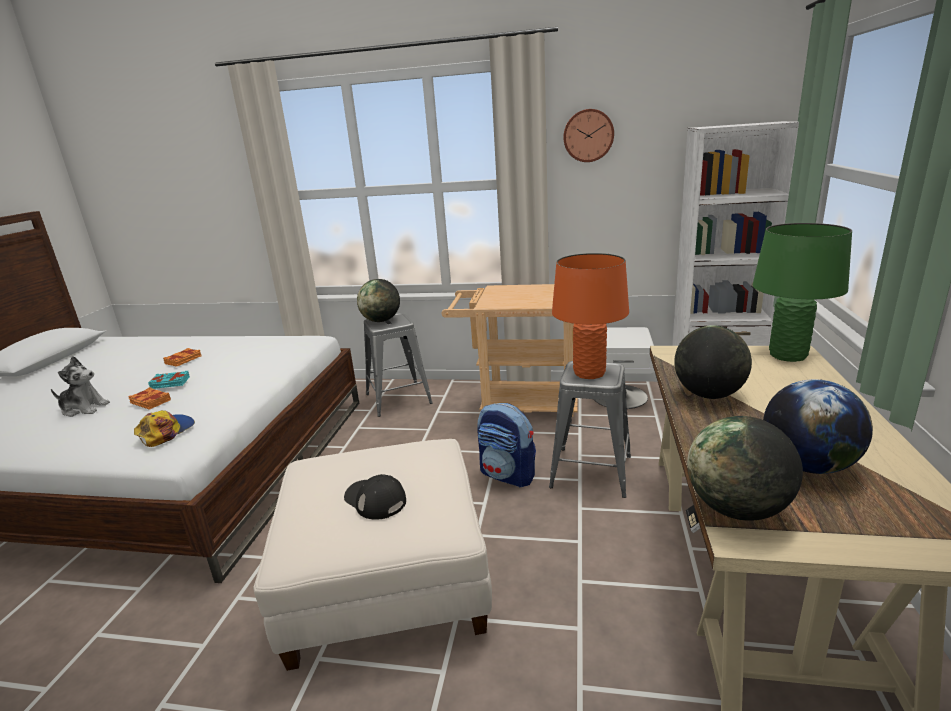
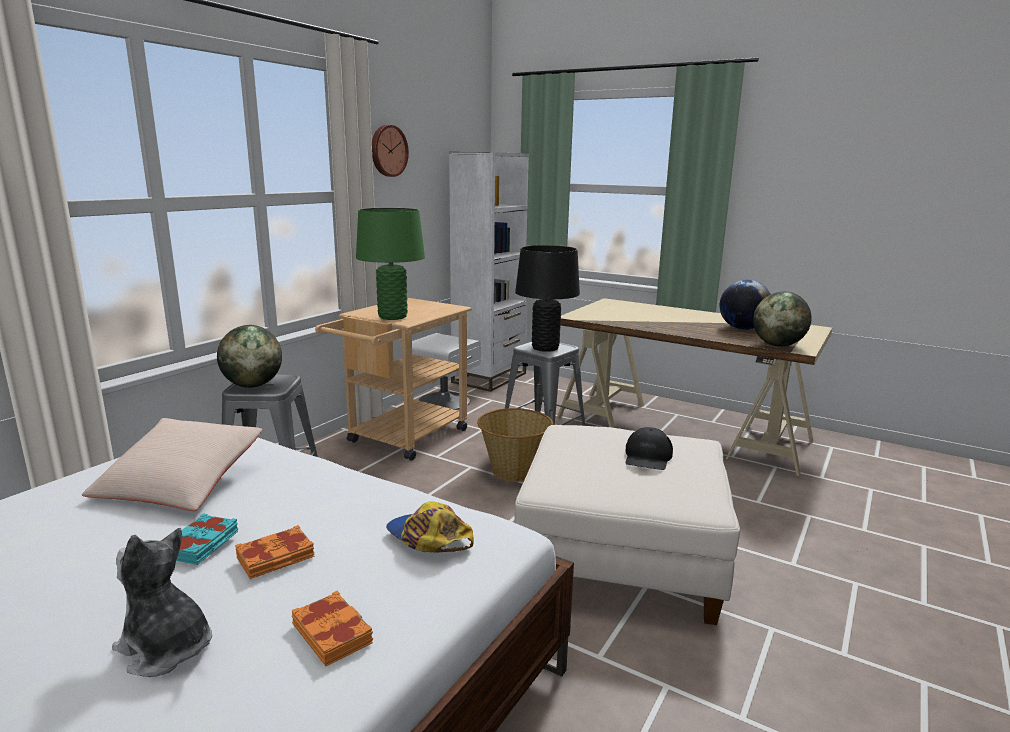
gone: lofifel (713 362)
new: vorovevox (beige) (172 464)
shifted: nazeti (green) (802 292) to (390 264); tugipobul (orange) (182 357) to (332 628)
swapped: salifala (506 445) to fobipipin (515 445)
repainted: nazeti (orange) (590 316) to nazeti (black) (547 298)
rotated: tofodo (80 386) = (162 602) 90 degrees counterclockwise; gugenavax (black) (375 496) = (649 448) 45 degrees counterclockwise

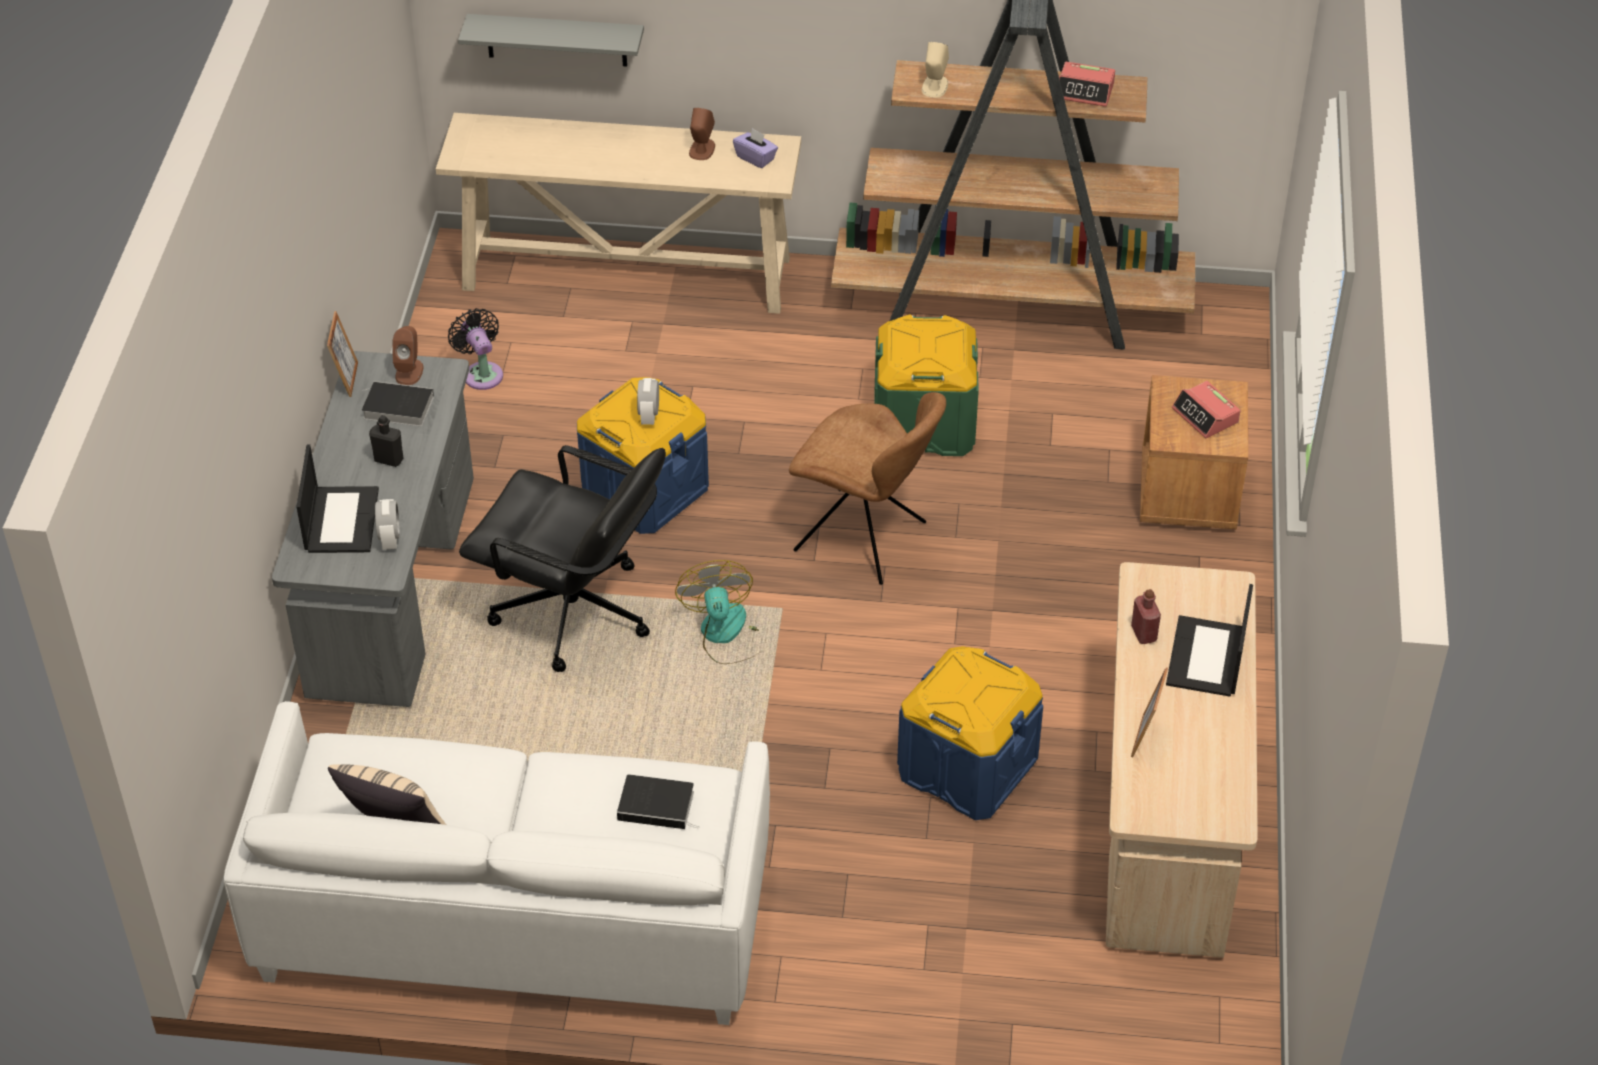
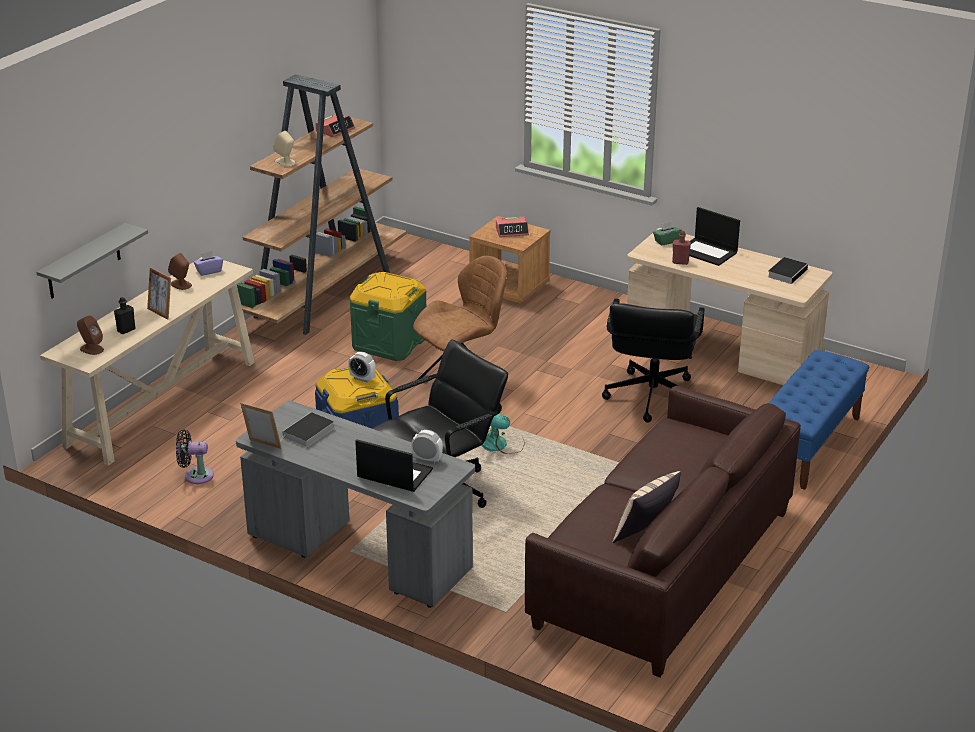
new: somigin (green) (667 233); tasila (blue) (819 420)
shifted: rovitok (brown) (407 355) to (90 335); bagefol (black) (386 441) to (124 315); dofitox (1149 712) to (159 294); tugipobul (658 801) to (788 270)
swapped: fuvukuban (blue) (970 733) to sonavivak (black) (653 360)
repainted: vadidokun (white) (497 863) to vadidokun (brown) (663 532)

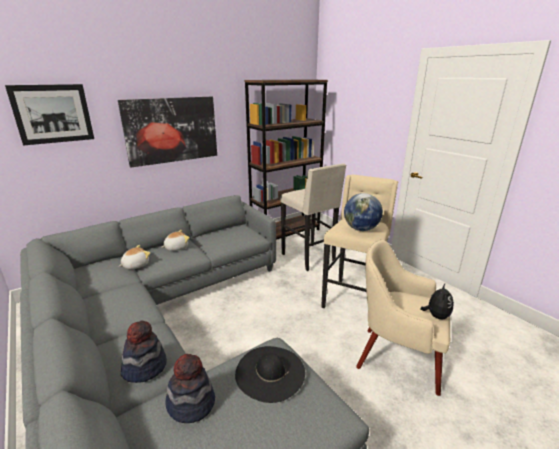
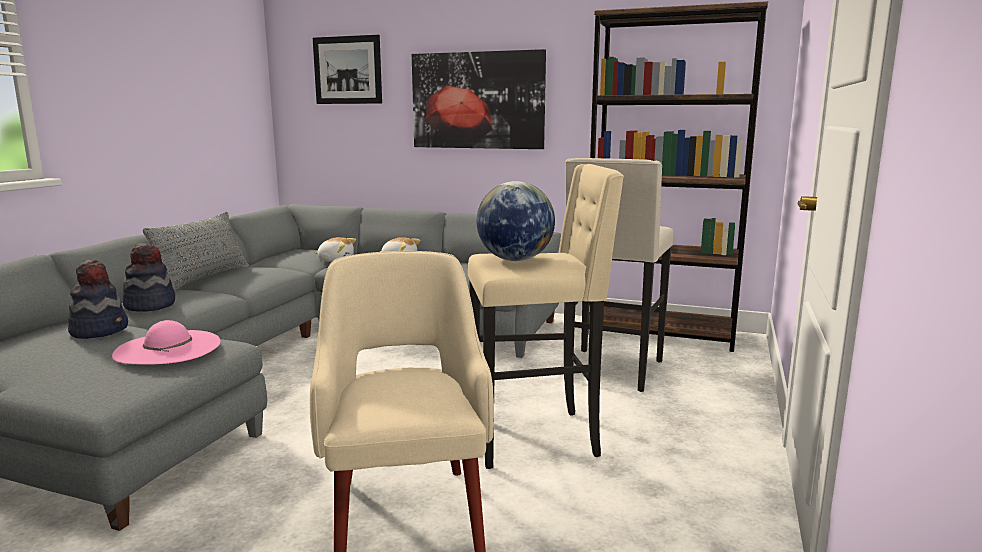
gone: tofodo (437 302)
new: vorovevox (grey) (196 251)
repainted: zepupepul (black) (270 374) to zepupepul (pink) (166 342)

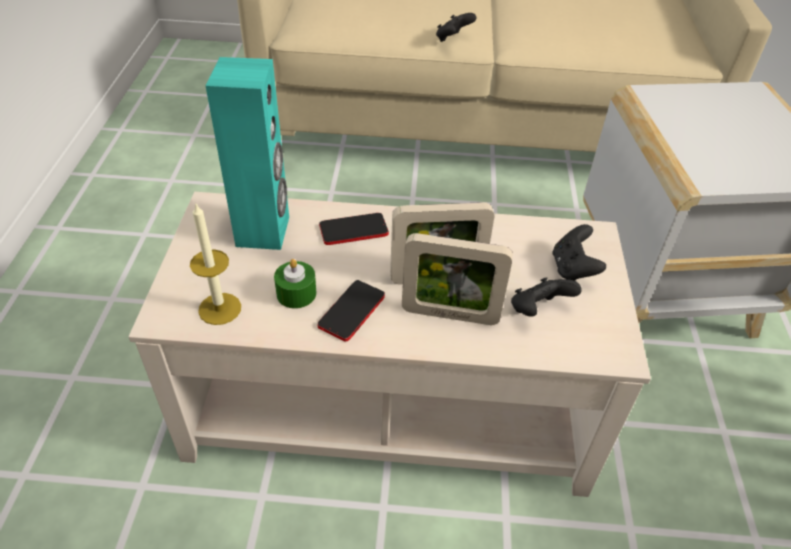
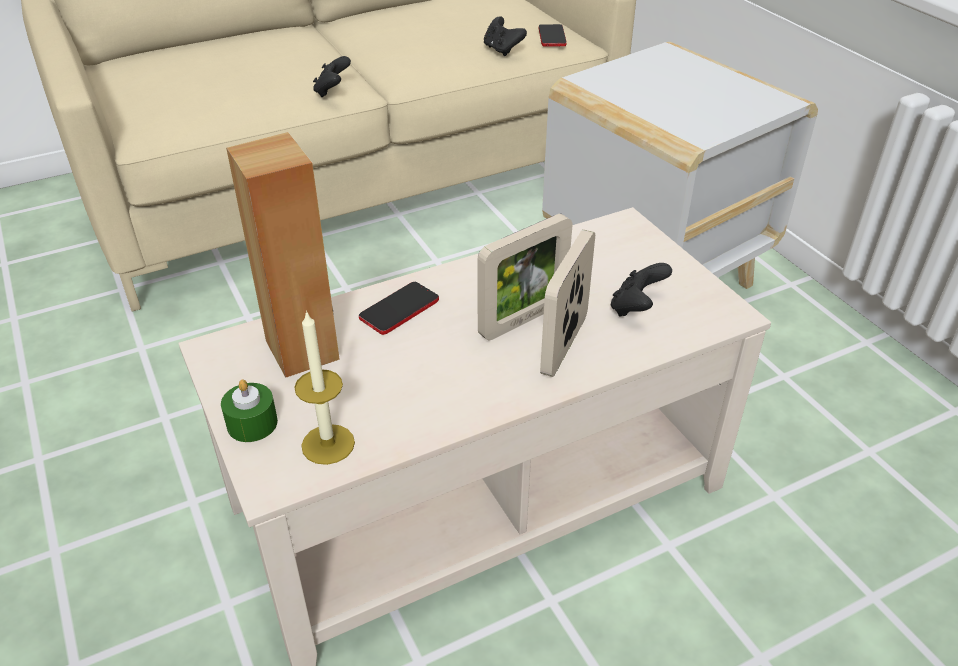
shifted: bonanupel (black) (579 252) to (505 36); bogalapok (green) (295 283) to (249 410); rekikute (351 311) to (553 35)
repainted: rovitok (turquoise) (247 153) to rovitok (brown) (283 255)
rotated: dofitox (457 279) = (567 303) 135 degrees clockwise

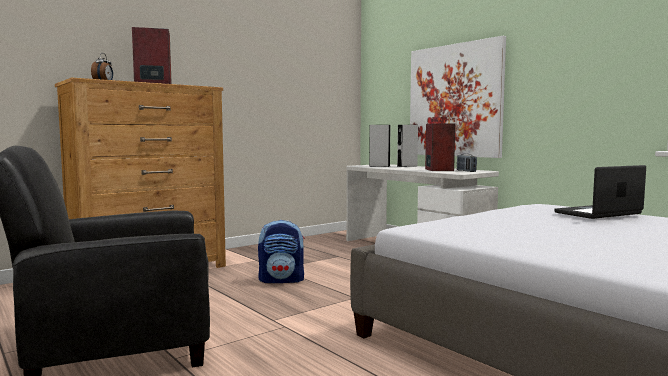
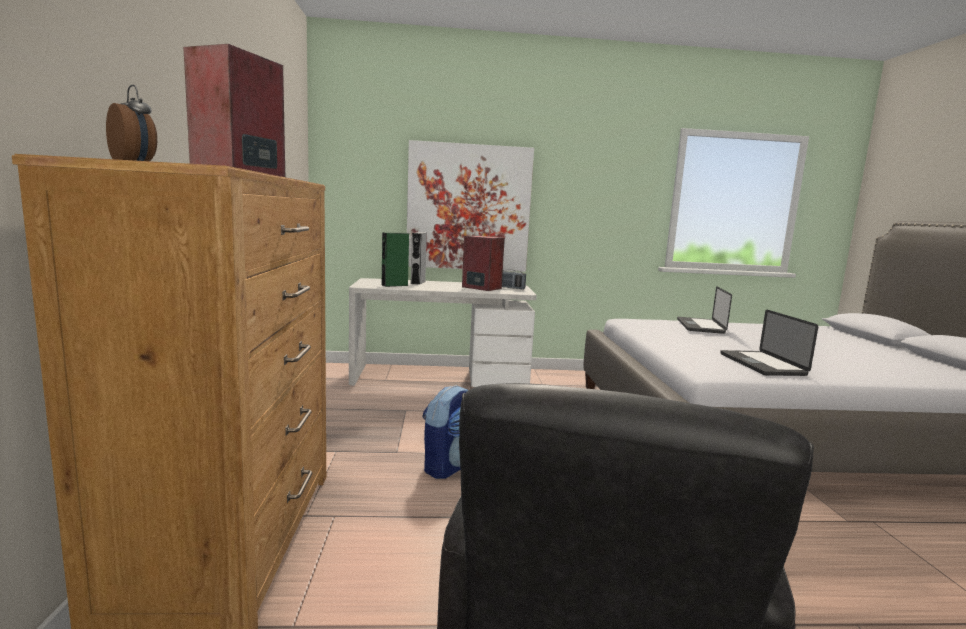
new: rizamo (769 343)
repainted: rovitok (grey) (380 146) to rovitok (green) (395 259)

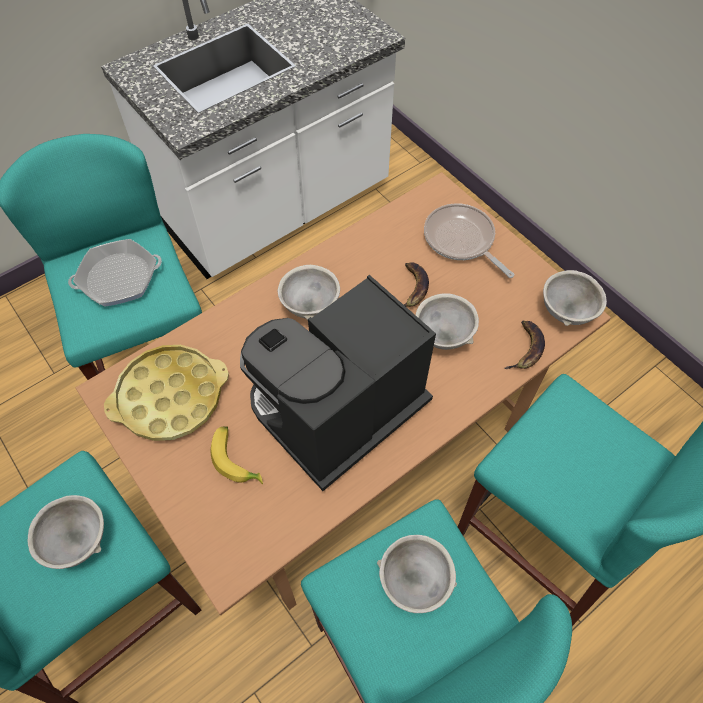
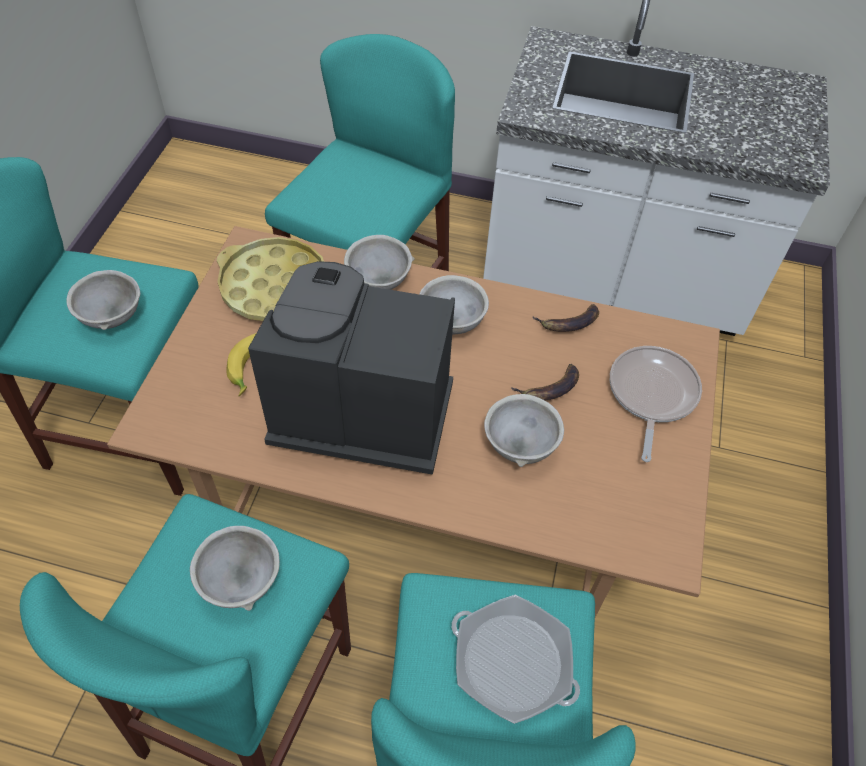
shifted: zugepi (115 272) to (516 659); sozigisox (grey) (575 298) to (379 262); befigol (525 345) to (565 318)

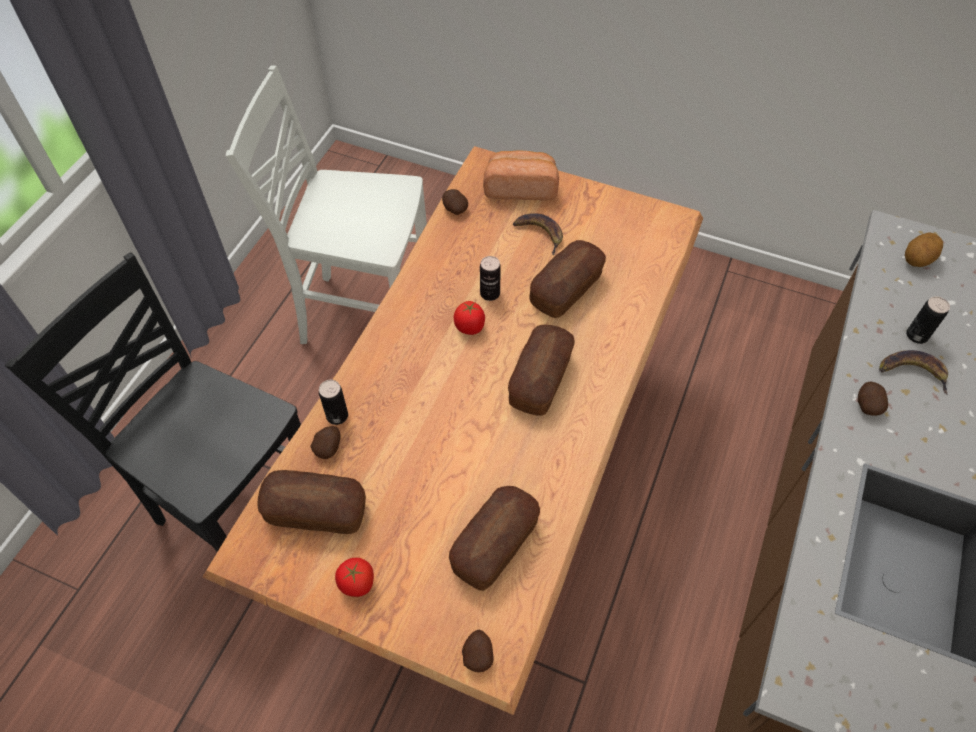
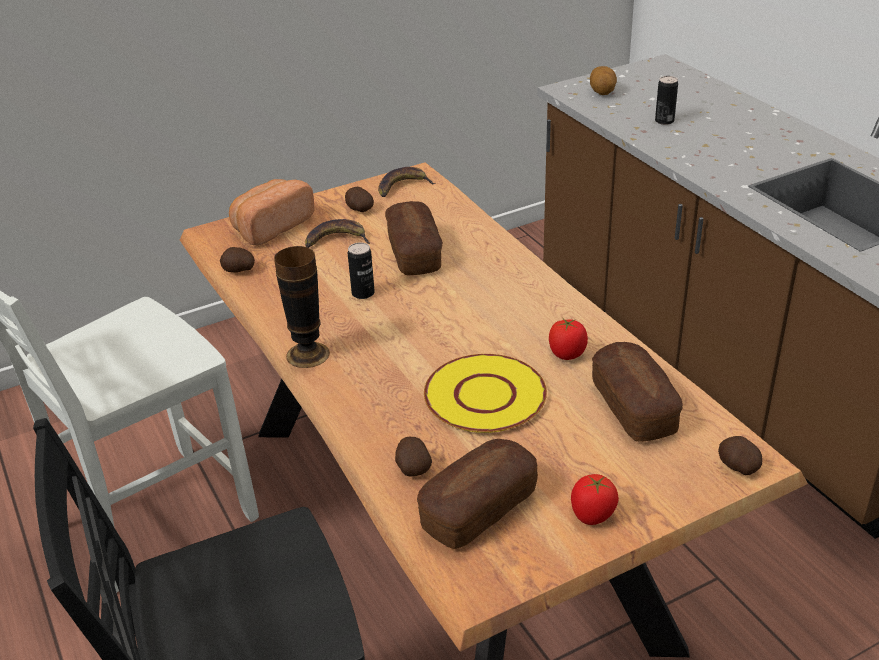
gone: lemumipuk (541 370); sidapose (333 402)
new: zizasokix (302 307); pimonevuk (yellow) (485 393)
shifted: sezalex (469 318) to (568 339); befigol (913 372) to (406 182); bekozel (873 398) to (359 199)

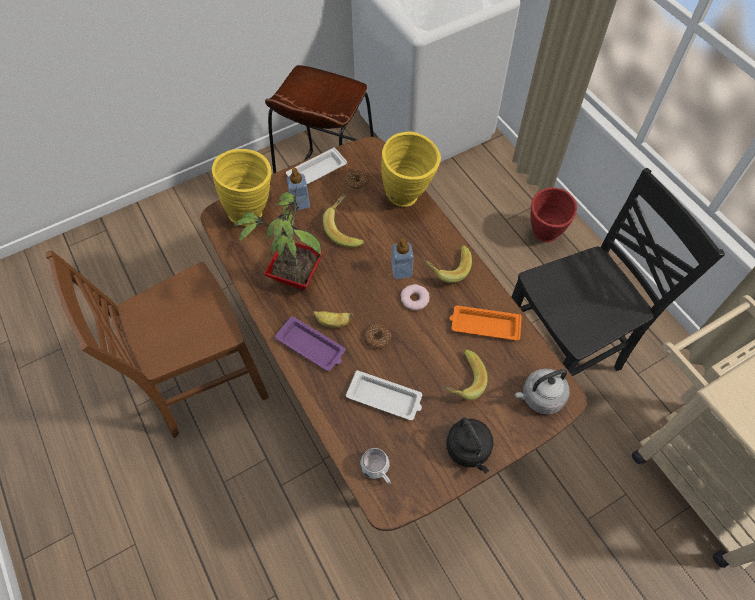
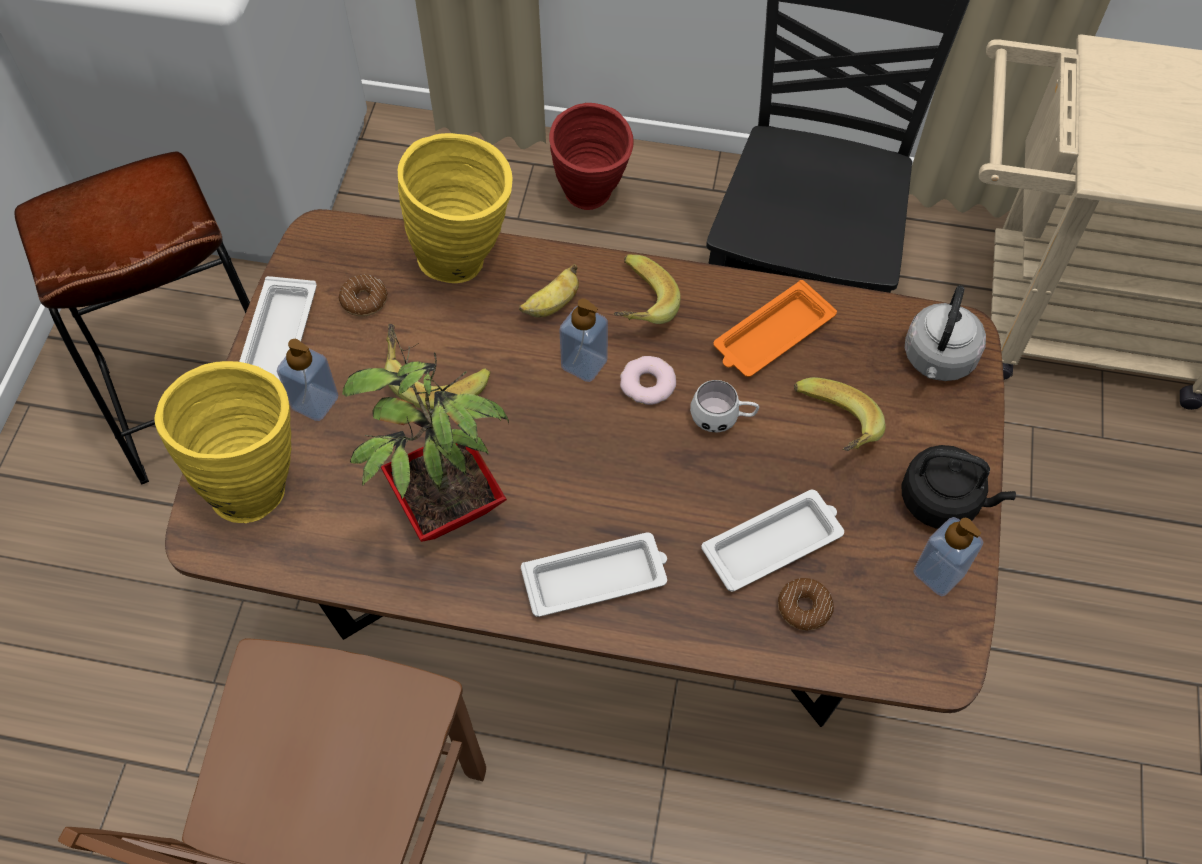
new: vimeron (948 556)
shifted: befigol (333 319) to (549 290); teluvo (377 336) to (806 604); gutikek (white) (375 466) to (724 406)
repainted: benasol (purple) (310 343) to benasol (white) (594 574)

